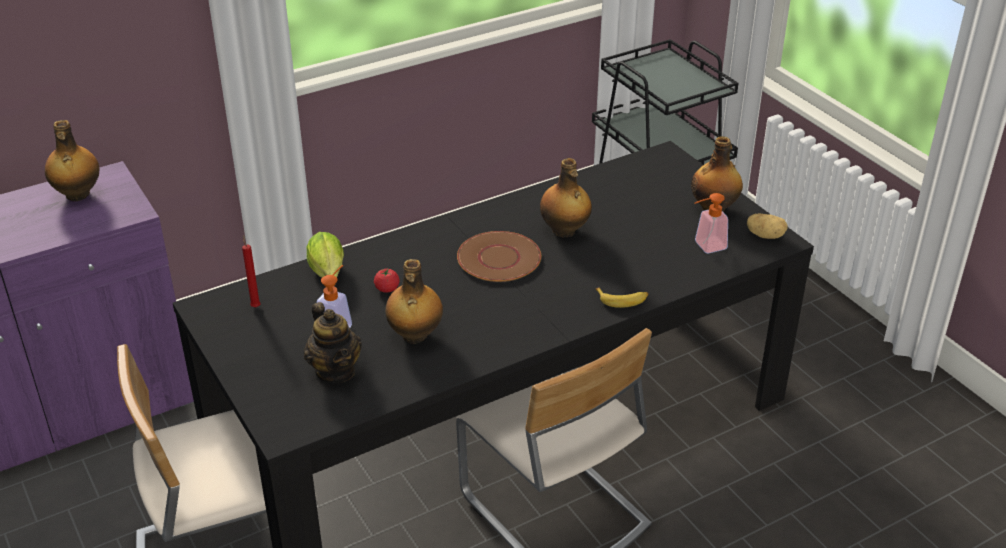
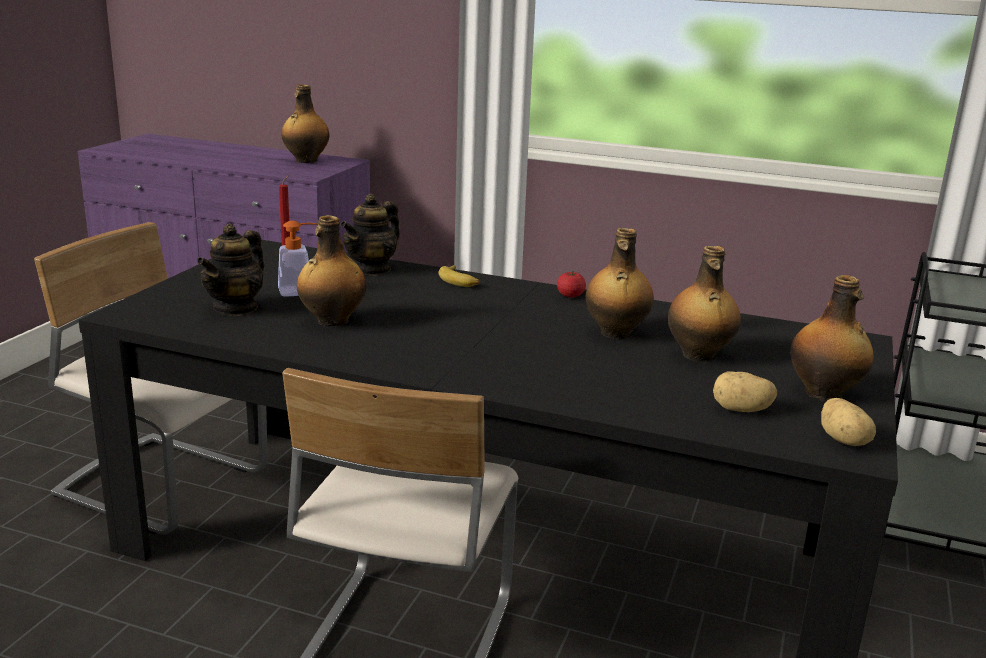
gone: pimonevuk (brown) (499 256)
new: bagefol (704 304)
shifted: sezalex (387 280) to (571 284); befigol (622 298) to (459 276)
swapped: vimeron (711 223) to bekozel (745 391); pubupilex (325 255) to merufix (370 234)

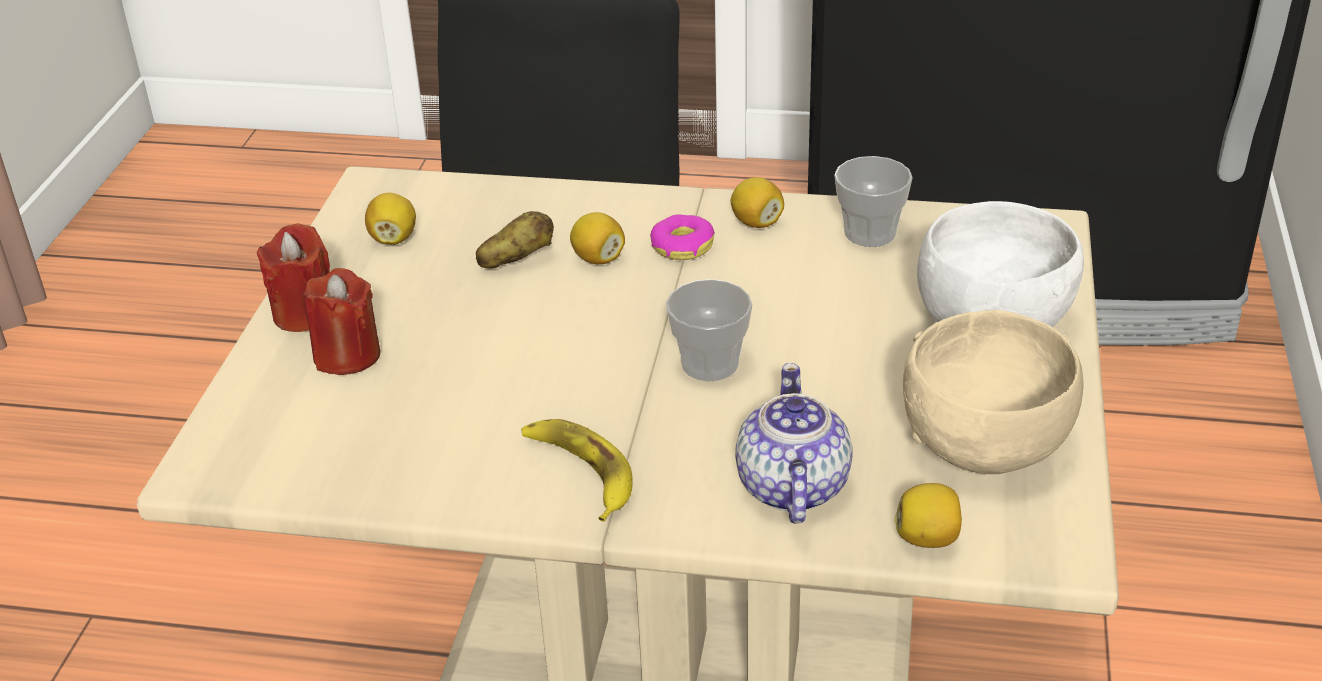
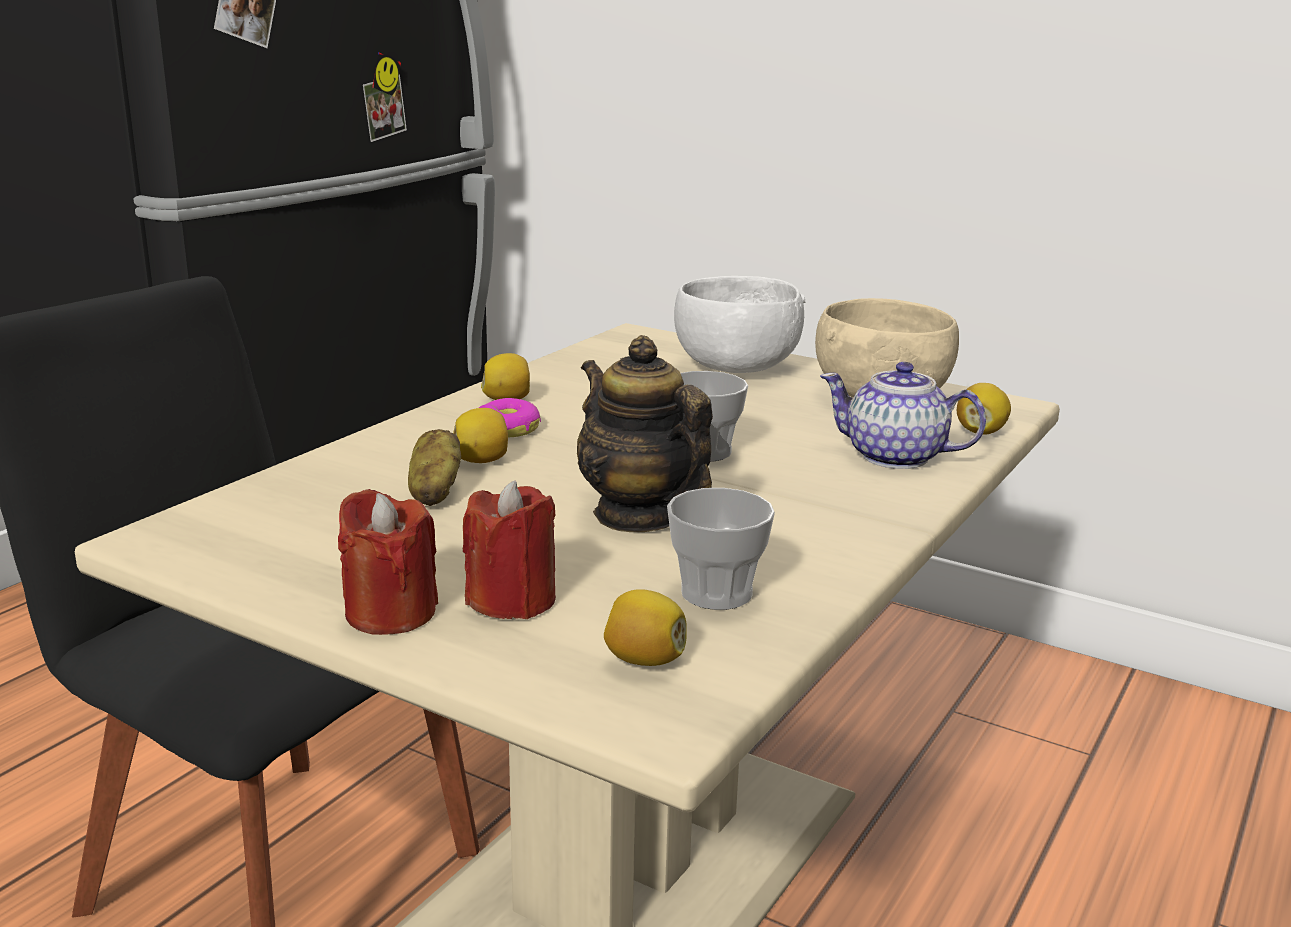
gone: befigol (576 470)
new: merufix (645 433)
shifted: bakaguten (873 201) to (721 549); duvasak (390 219) to (645 627)

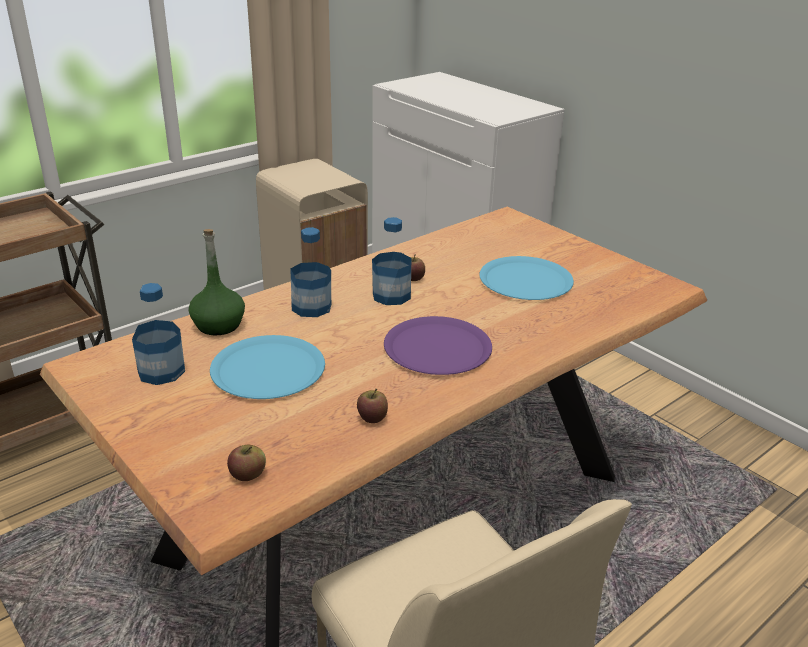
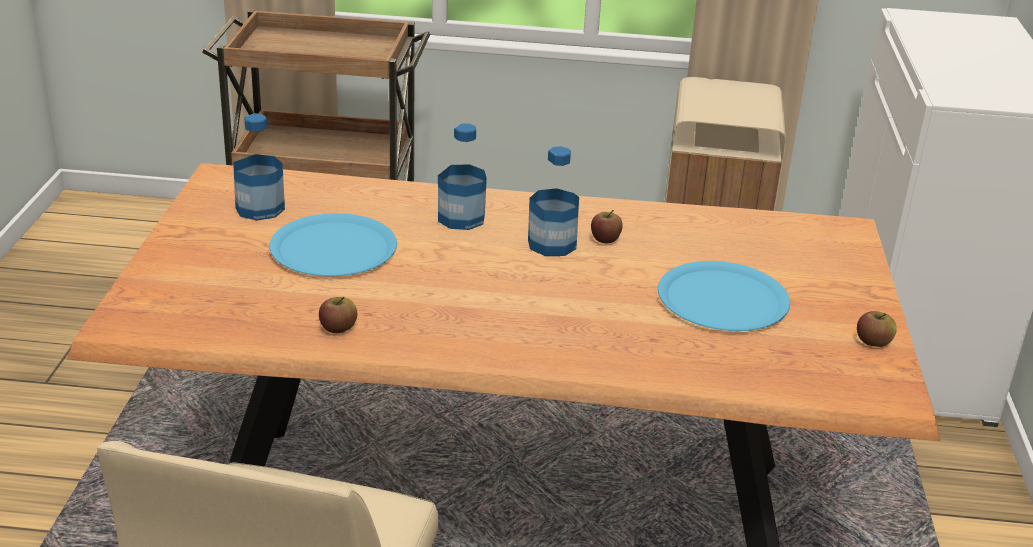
gone: bagefol (green) (217 282); pimonevuk (purple) (438 345)
shifted: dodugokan (246 463) to (877 329)

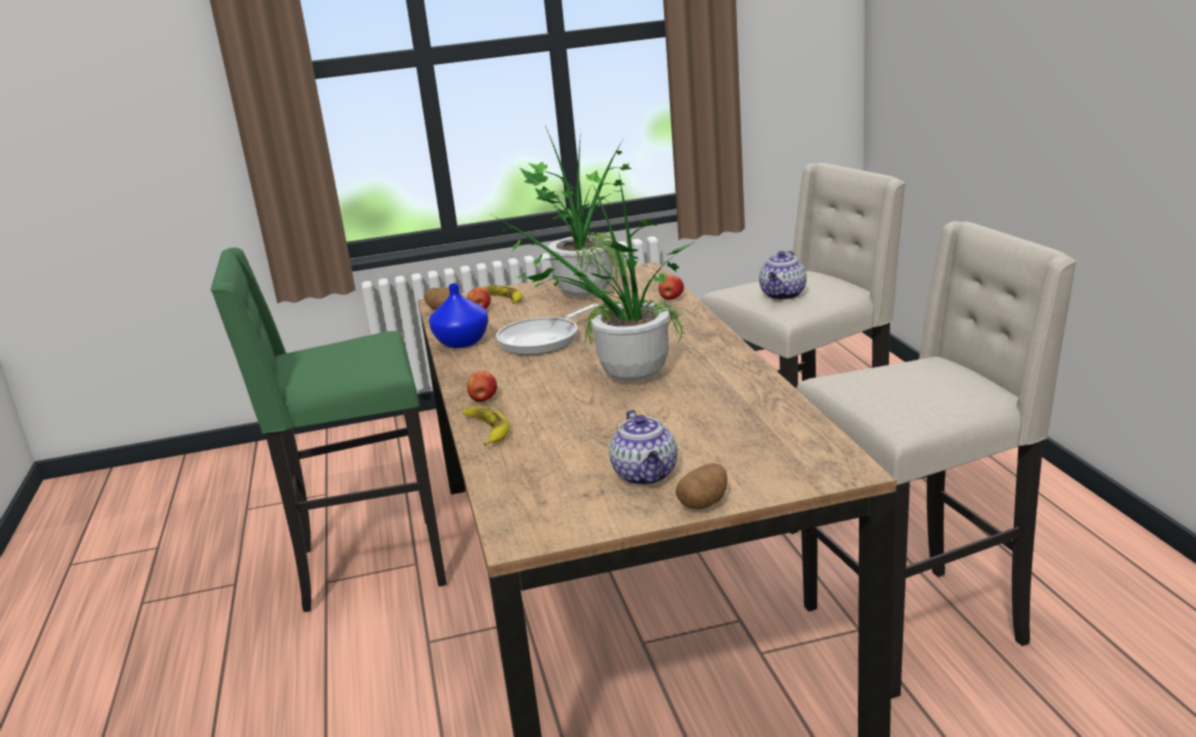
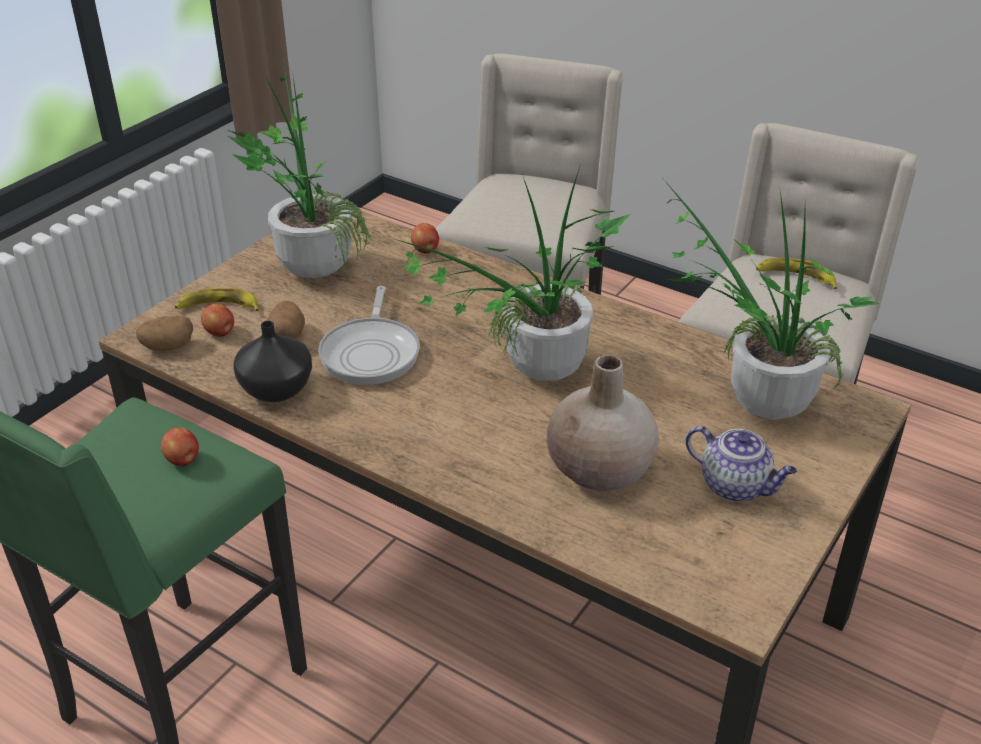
gone: merufix (783 275)
new: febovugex (771 300); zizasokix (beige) (602 423)
shifted: dodugokan (482 386) to (180 446); befigol (486 426) to (796 273); bekozel (701 486) to (286 320)
repainted: zizasokix (blue) (458 315) to zizasokix (black) (273 361)

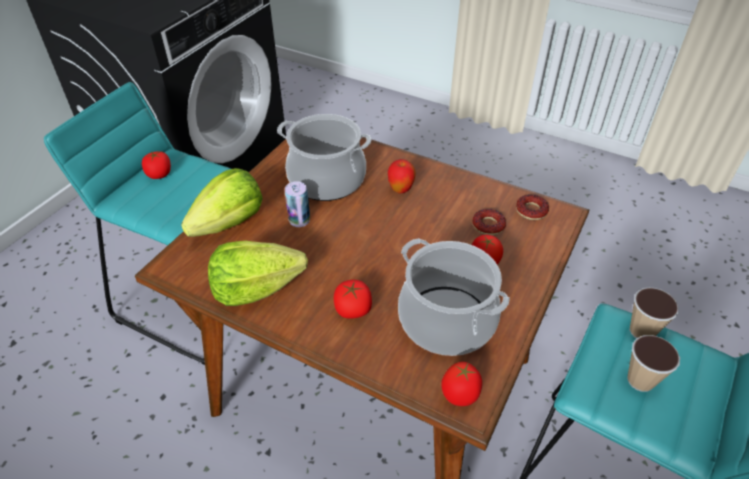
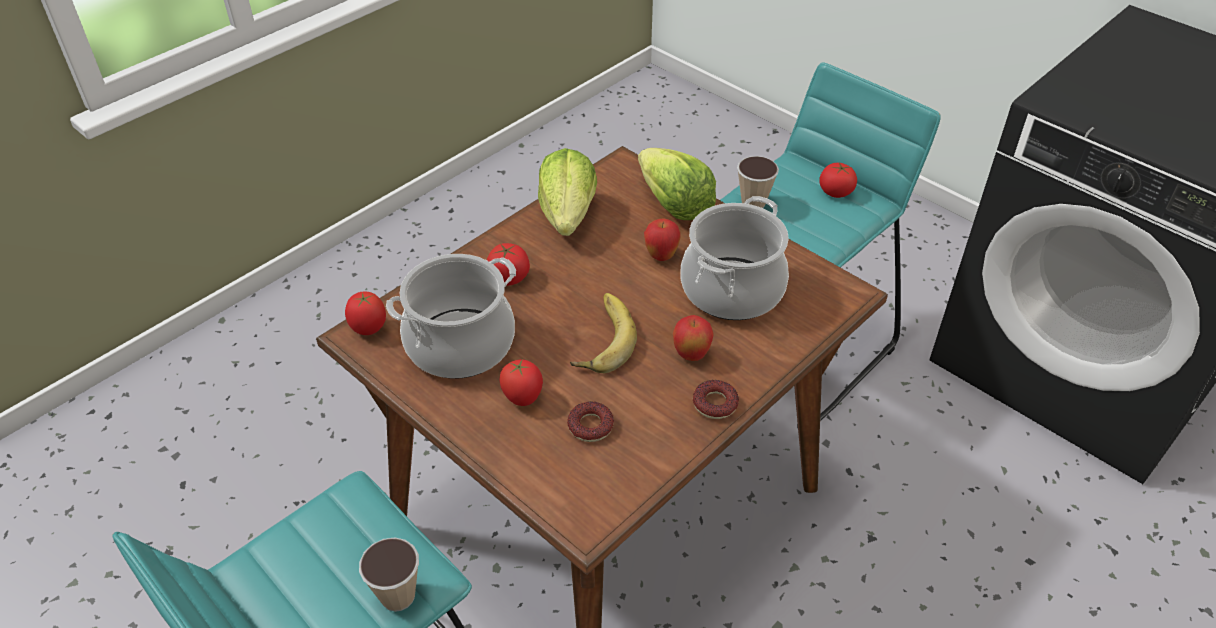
new: befigol (603 333)
shifted: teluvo (532 207) to (716 399); bakaguten (653 363) to (758 182)
swapped: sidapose (297 204) to dodugokan (662 240)

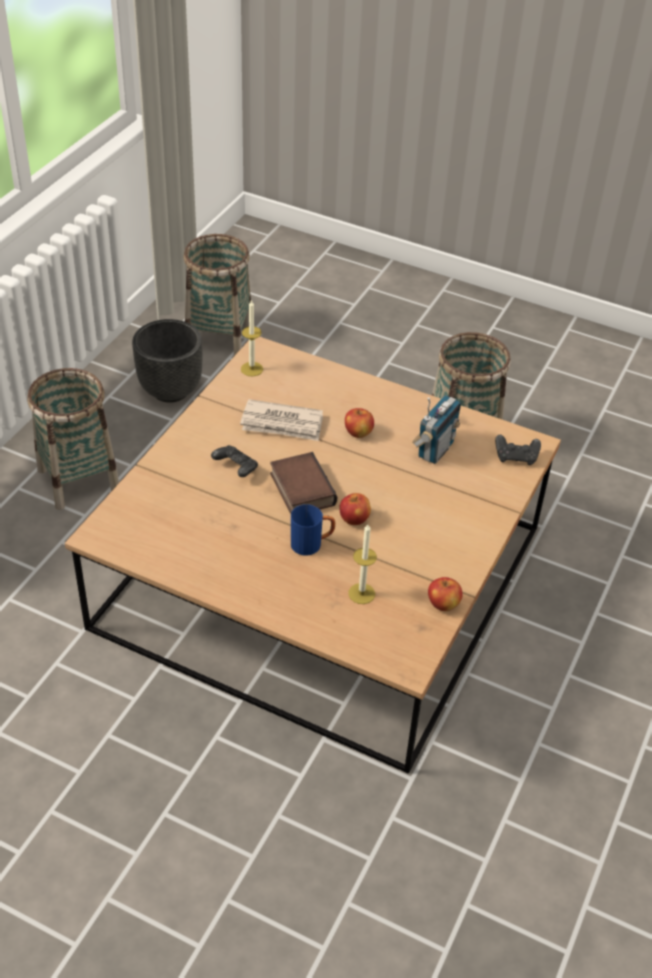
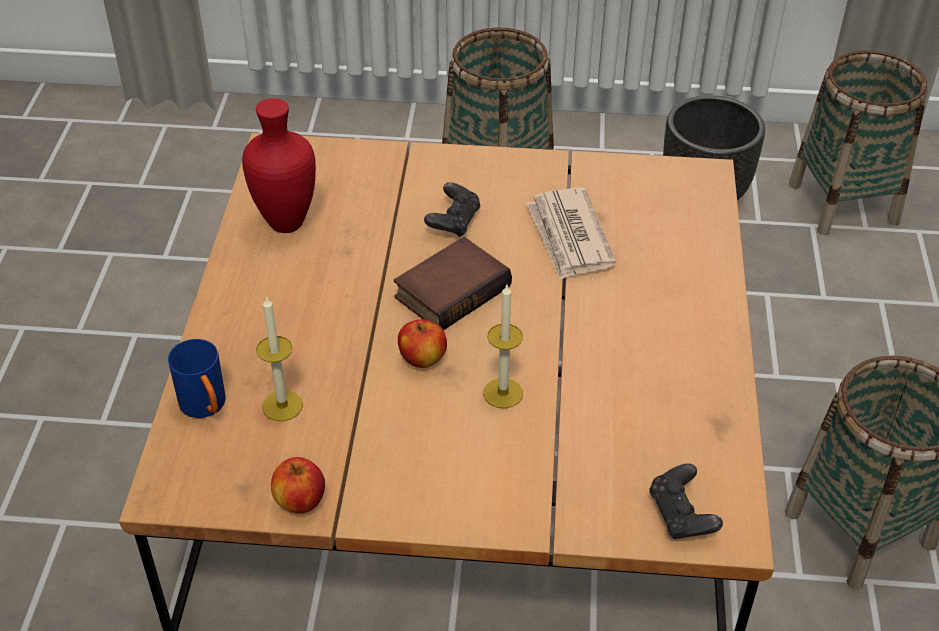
gone: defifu (436 429); dodugokan (359 423)
new: zizasokix (red) (279 165)
shifted: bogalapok (252 337) to (503 347); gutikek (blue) (313 529) to (197 378)

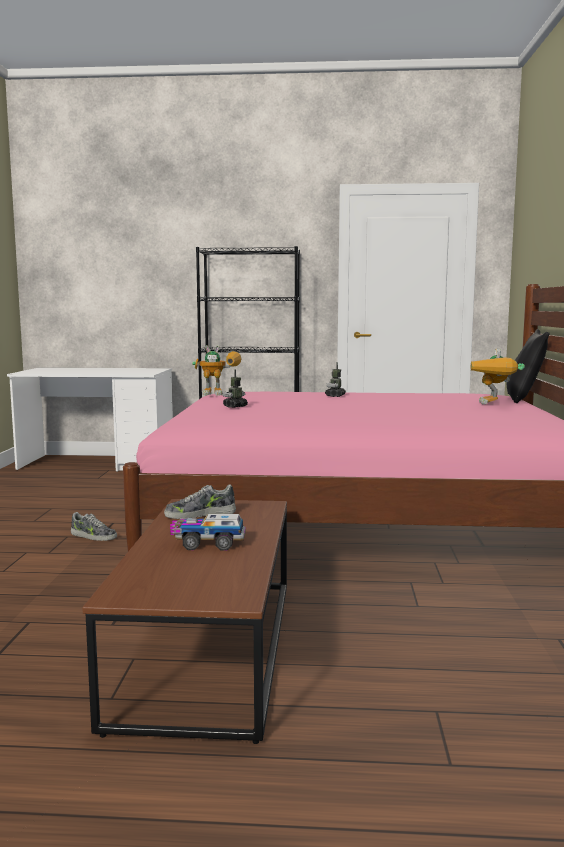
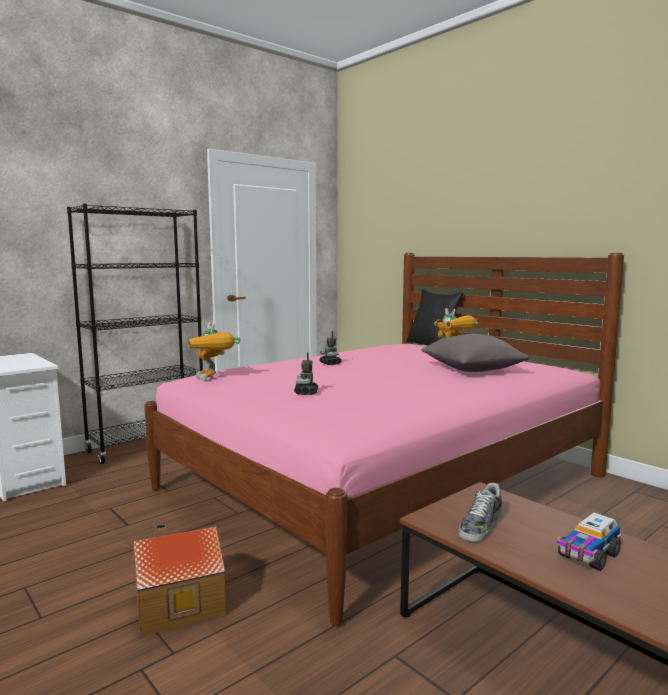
new: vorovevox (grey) (475 353)
swapped: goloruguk (94 526) to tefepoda (179 580)
rotated: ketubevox (217 370) = (214 351) 105 degrees clockwise

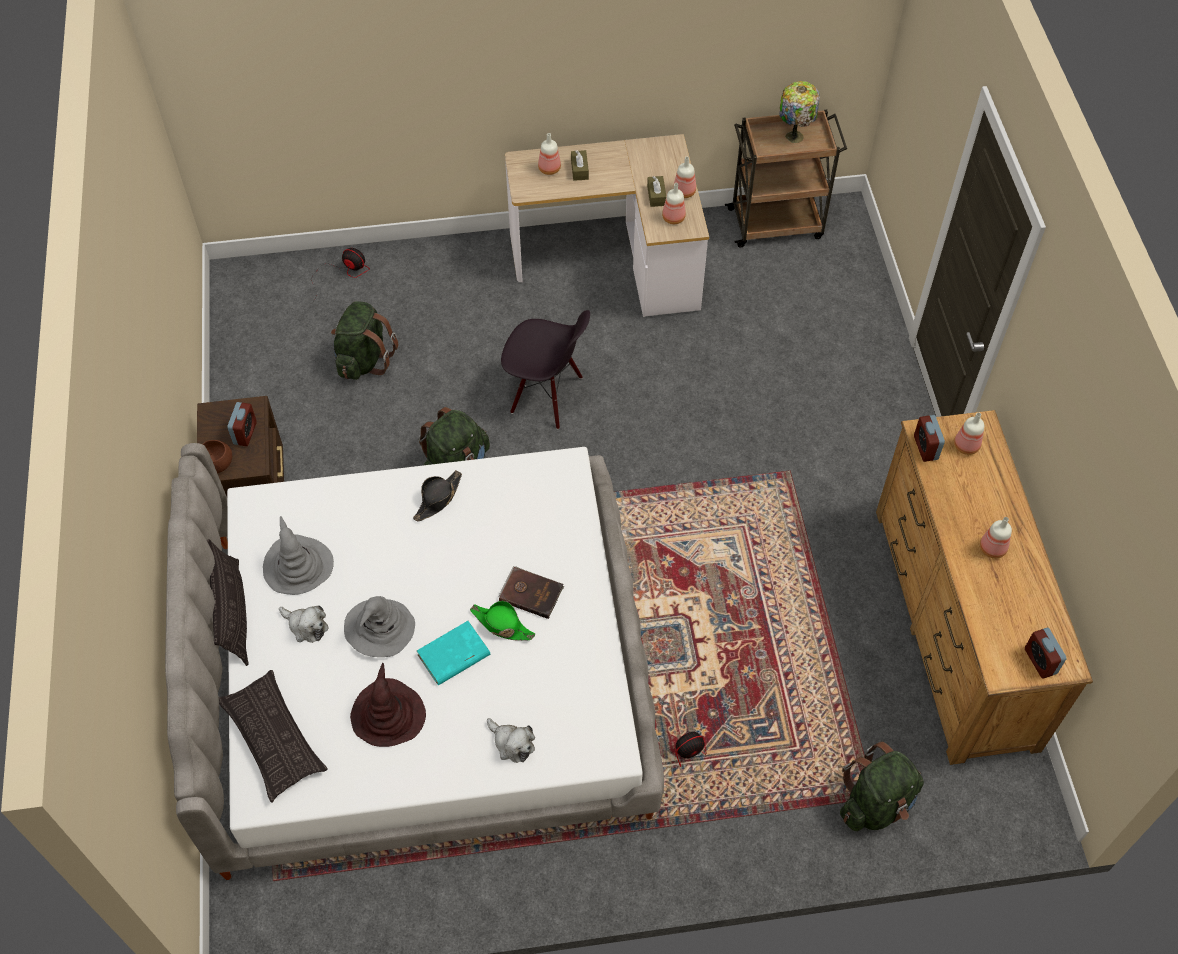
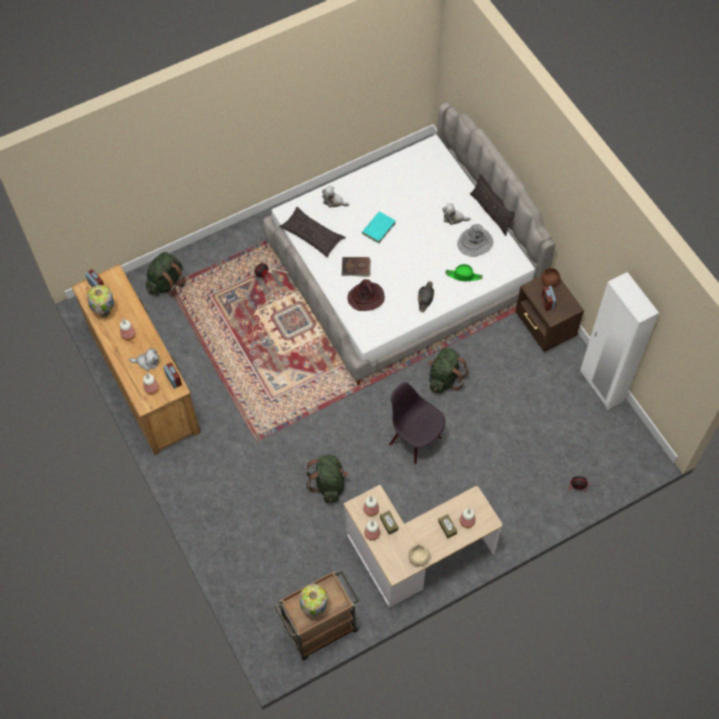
gone: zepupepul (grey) (379 626)
new: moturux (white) (619 341); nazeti (100 301); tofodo (144 359); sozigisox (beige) (419 555)
shifted: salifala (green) (364 340) to (327 479); zepupepul (green) (502 621) to (464 272); zepupepul (brown) (388 705) to (366 295); vorovevox (273 736) to (312 232)
rotated: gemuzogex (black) (545 369) = (417 423) 45 degrees clockwise

